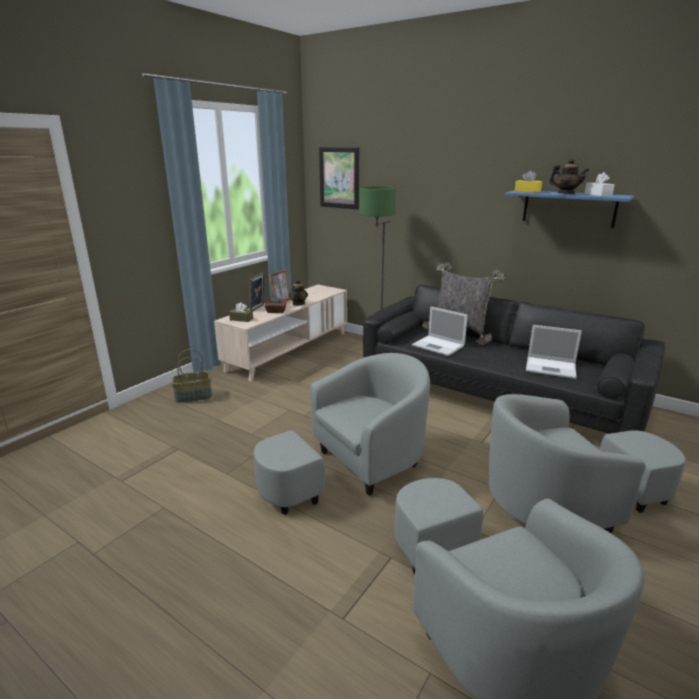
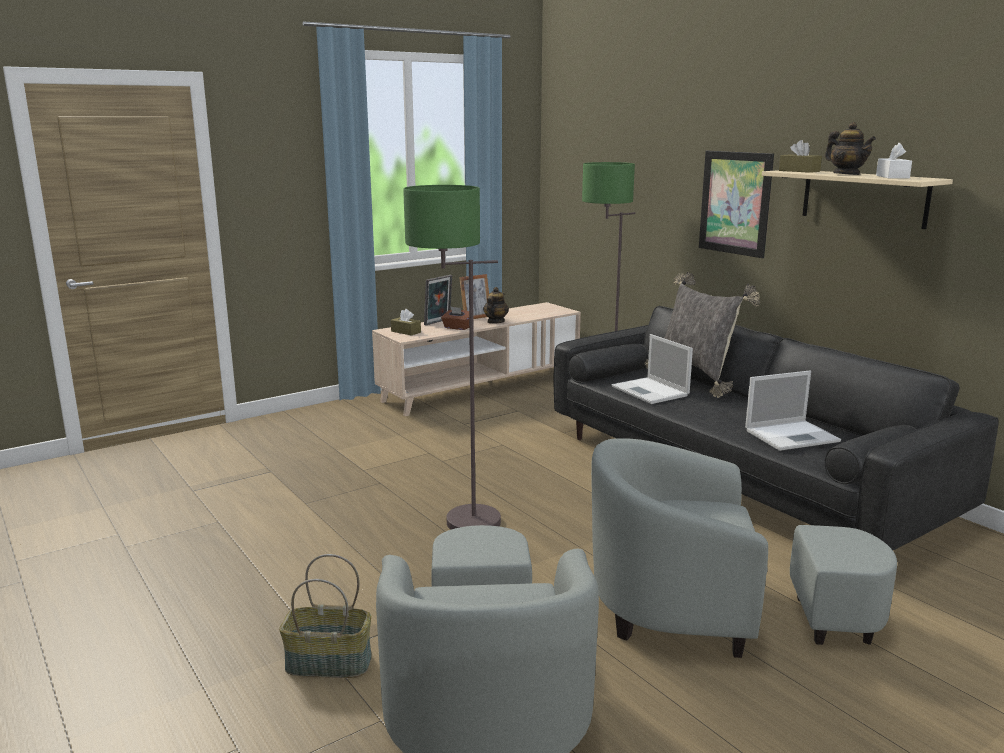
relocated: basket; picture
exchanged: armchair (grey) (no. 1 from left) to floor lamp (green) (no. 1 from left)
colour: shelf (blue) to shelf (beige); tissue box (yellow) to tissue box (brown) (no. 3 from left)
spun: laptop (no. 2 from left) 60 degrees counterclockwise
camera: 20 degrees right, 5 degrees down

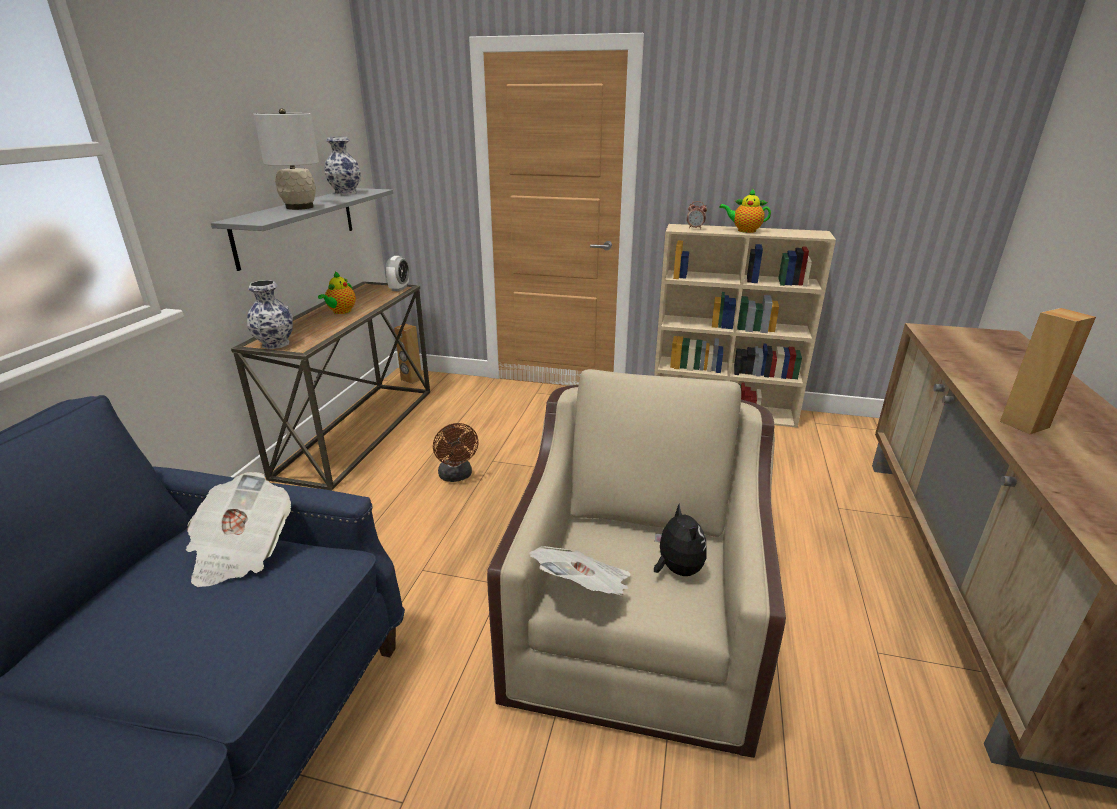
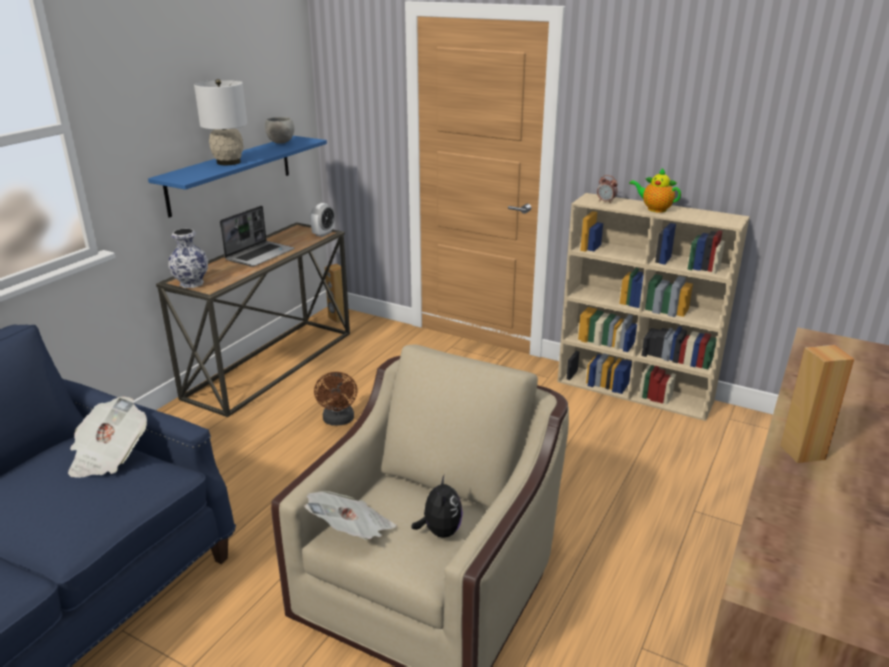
exchanged: teapot (no. 1 from left) to laptop; vase (no. 2 from left) to bowl (grey)
colour: shelf (grey) to shelf (blue)
camera: 15 degrees right, 0 degrees up

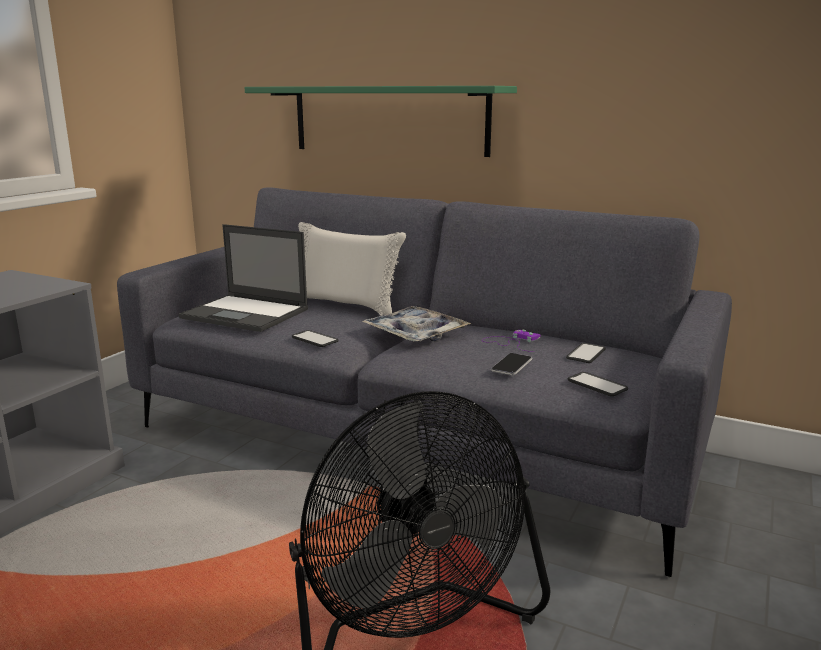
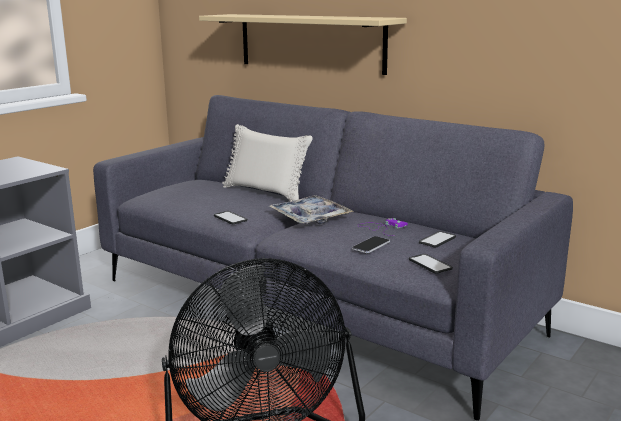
missing: laptop
colour: shelf (green) to shelf (beige)
camera: 10 degrees right, 0 degrees up

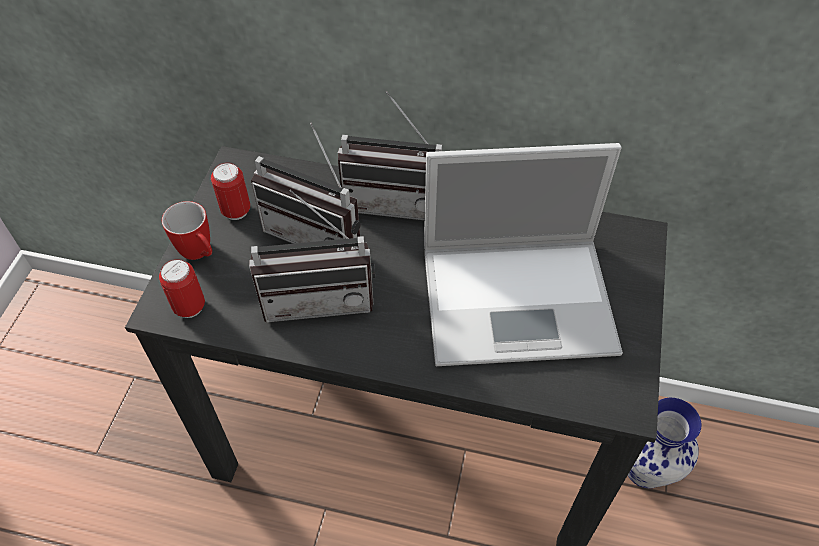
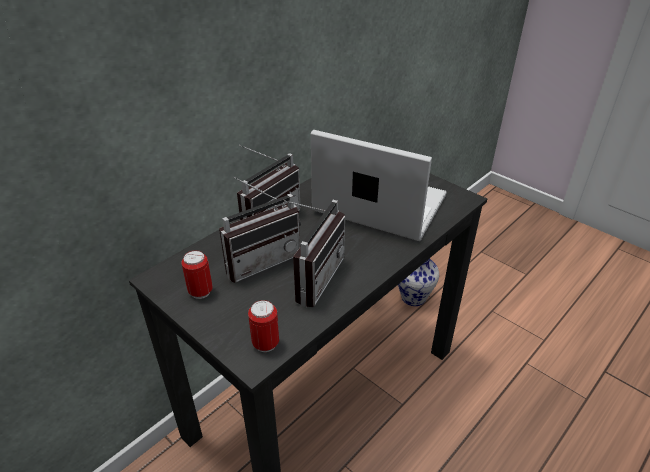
missing: mug
spun: laptop 90 degrees counterclockwise
camera: 60 degrees left, 15 degrees down

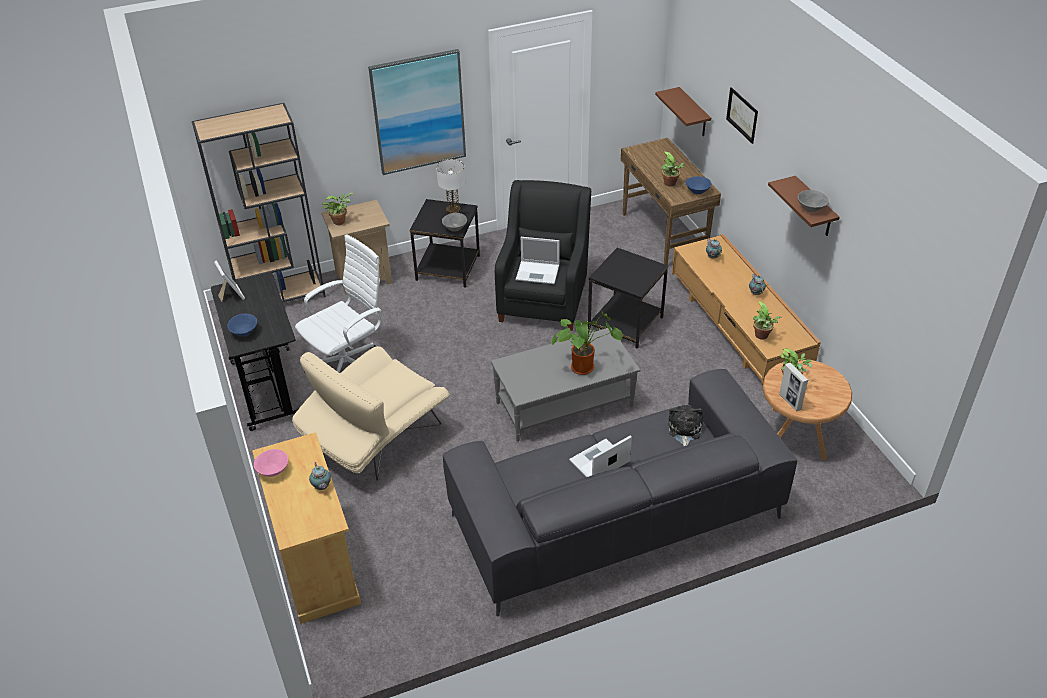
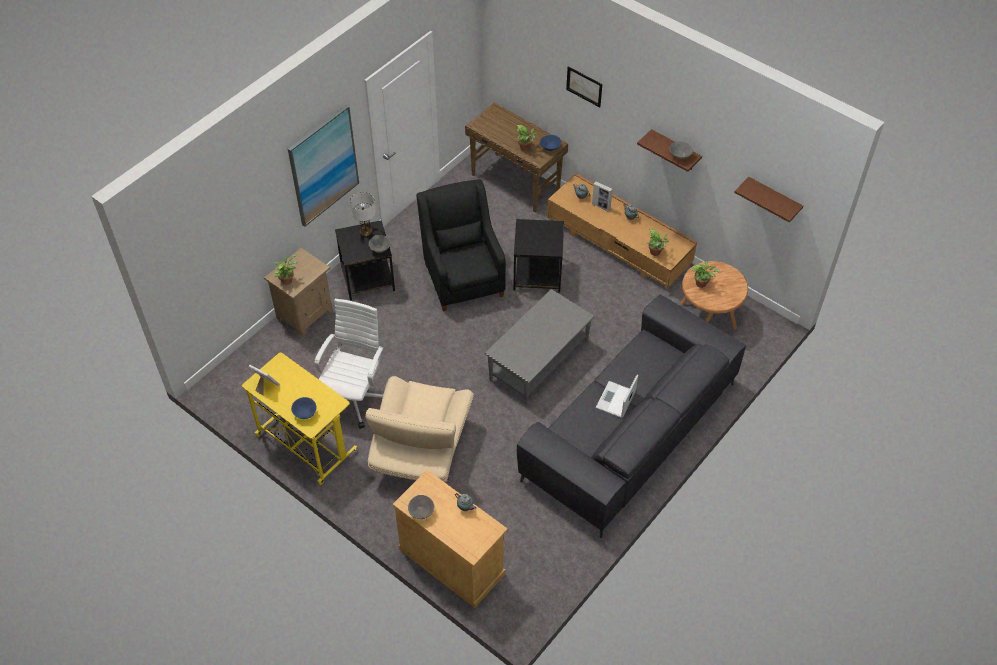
missing: bookcase; laptop (no. 1 from left); potted plant (no. 2 from left); plush toy
relocated: picture frame (no. 2 from left); shelf (brown) (no. 1 from left in the first image) to shelf (brown) (no. 2 from left)
colour: desk (black) to desk (yellow); bowl (pink) to bowl (grey) (no. 2 from left)
camera: 30 degrees left, 10 degrees up

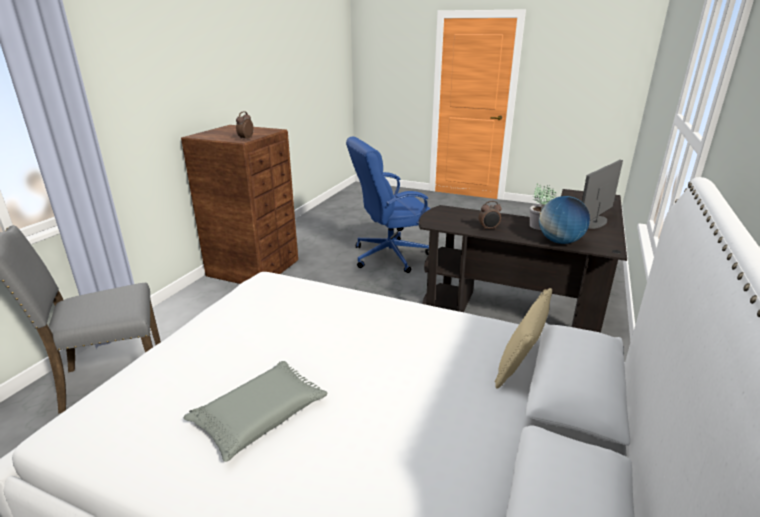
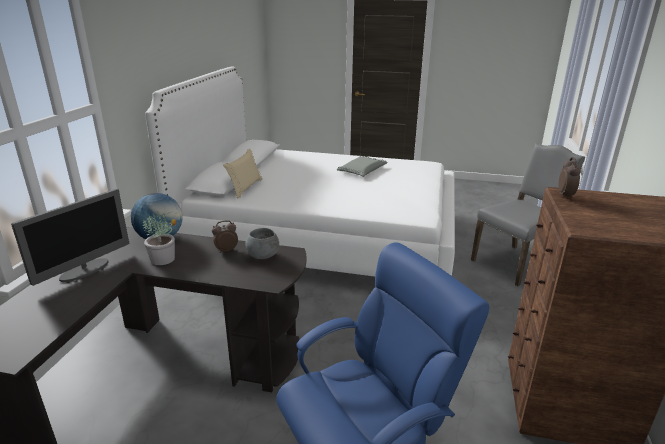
appeared: bowl (grey)
camera: 170 degrees right, 0 degrees up

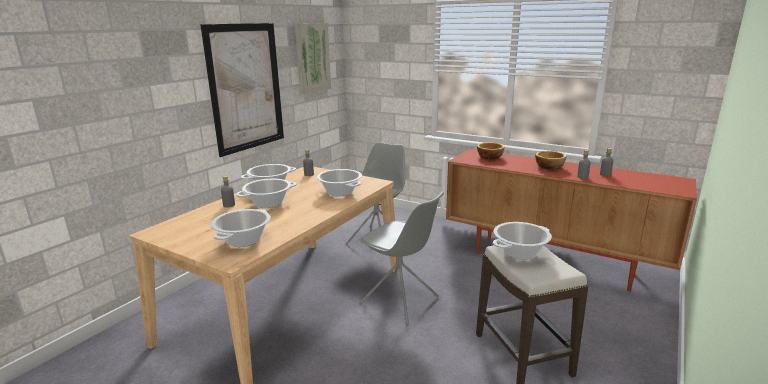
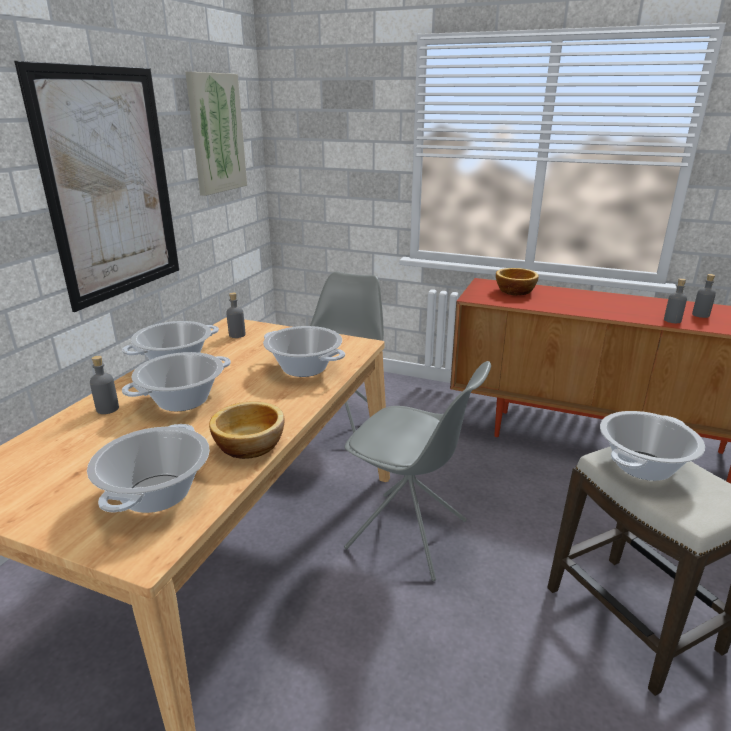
relocated: bowl (no. 2 from left in the first image) to bowl (no. 1 from left)
camera: 10 degrees left, 5 degrees up

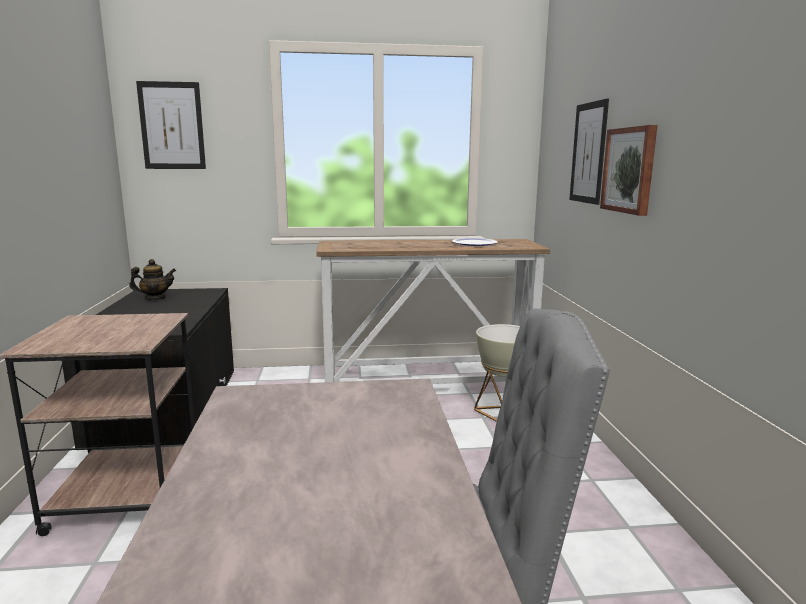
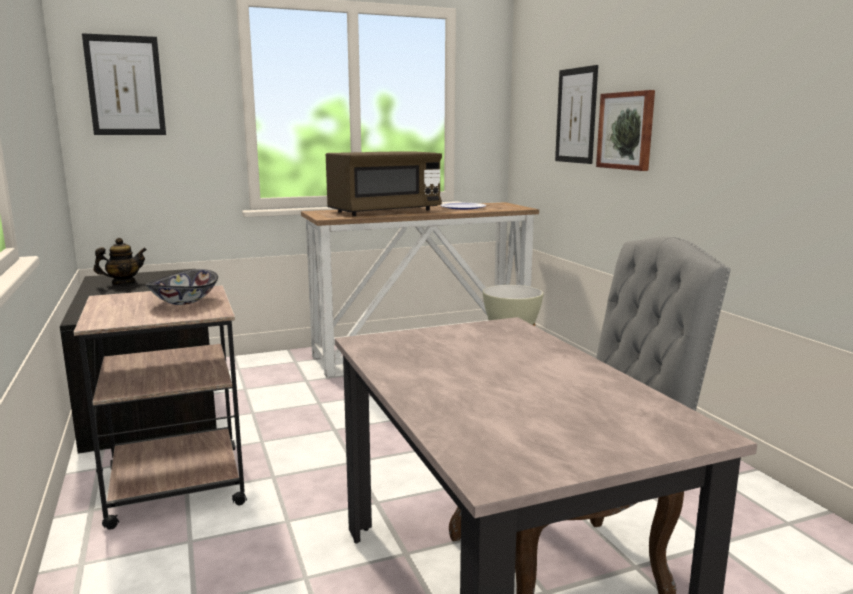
appeared: bowl; microwave (brown)
camera: 15 degrees left, 0 degrees up

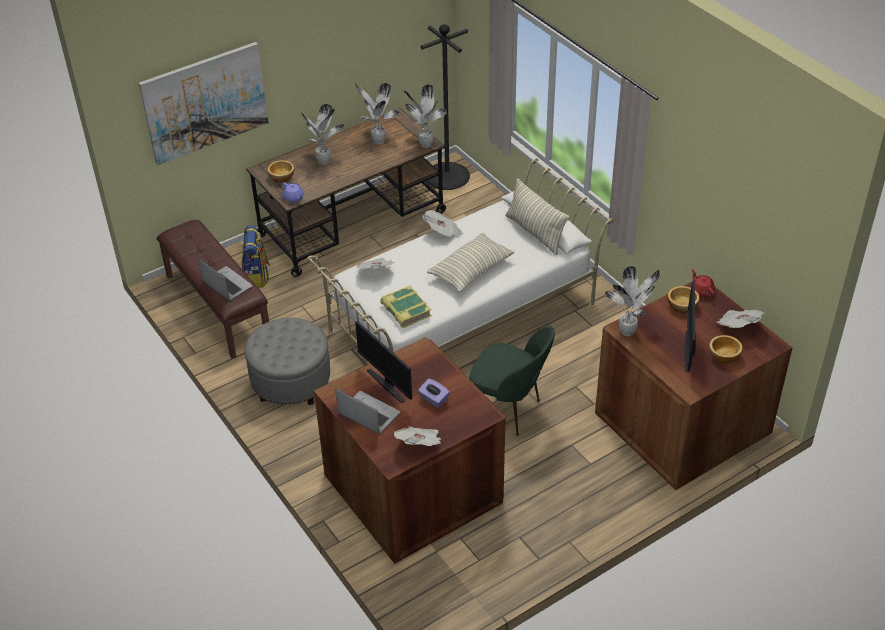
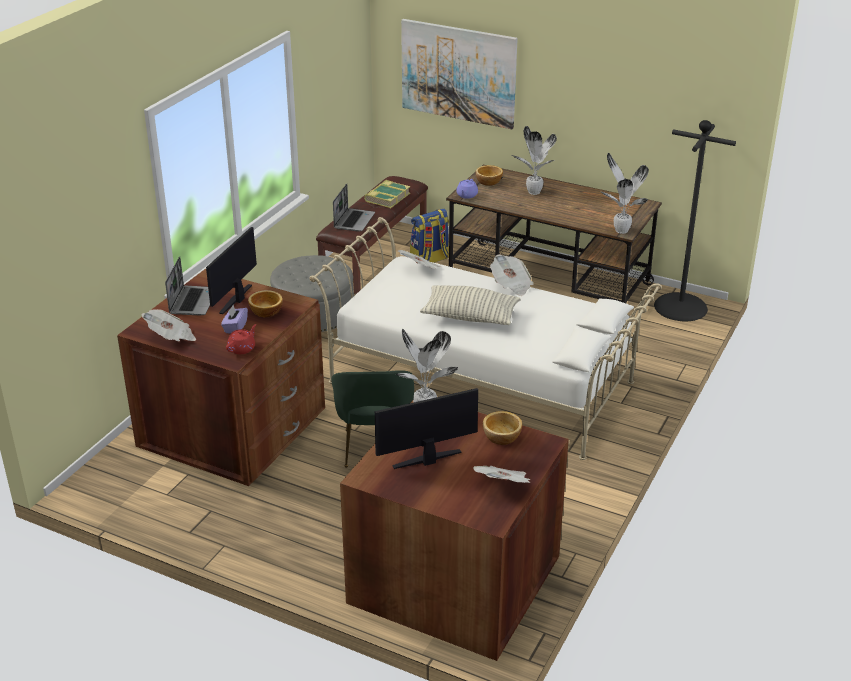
missing: potted plant (no. 2 from left); pillow (no. 2 from left)
relocated: teapot (red); bowl (no. 3 from left in the first image) to bowl (no. 1 from left); book
camera: 60 degrees right, 10 degrees down

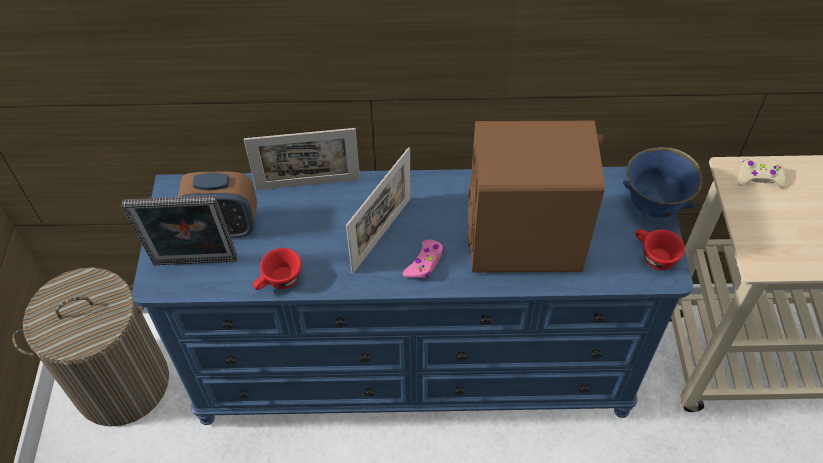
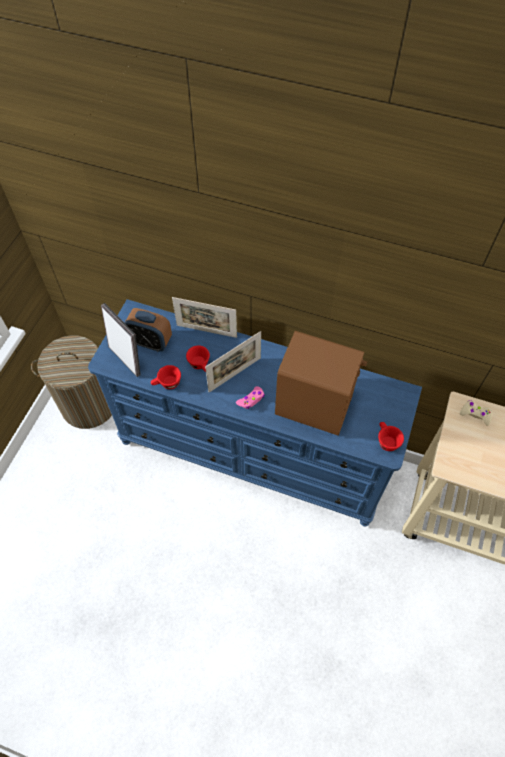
missing: bowl (blue)
appeared: cup (red) (no. 2 from left)
spun: picture frame (no. 1 from left) 150 degrees counterclockwise
camera: 20 degrees right, 5 degrees up

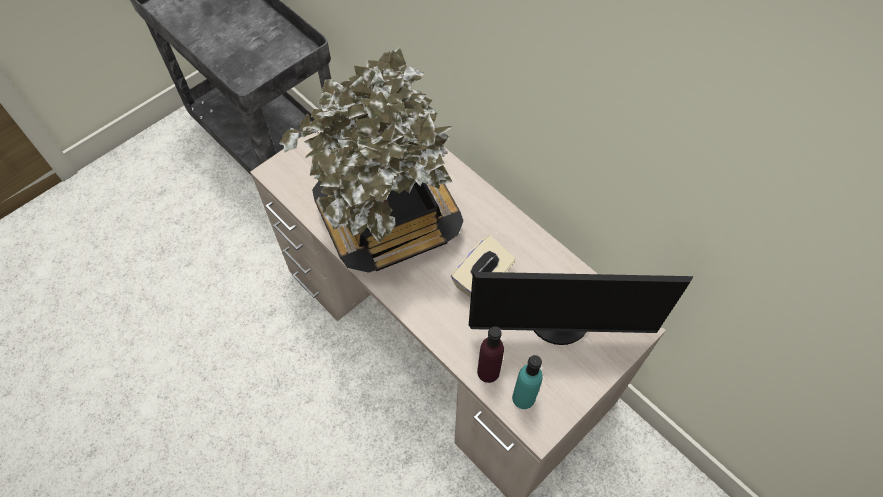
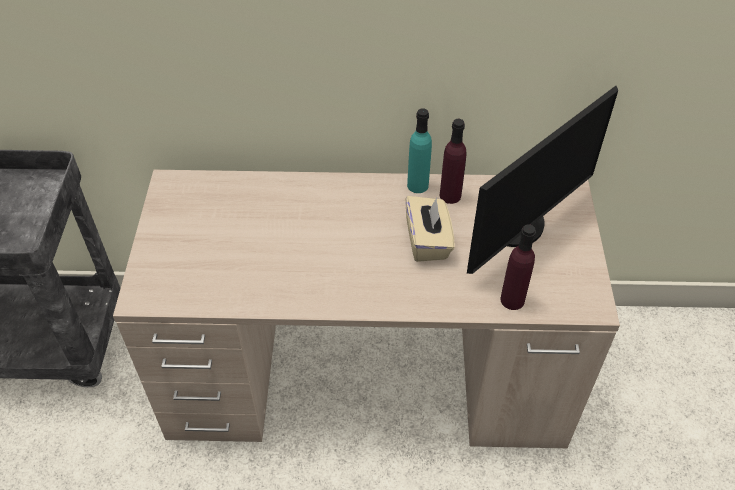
missing: potted plant
appeared: bottle (purple) (no. 1 from left)
relocated: bottle (turquoise)
camera: 45 degrees left, 10 degrees down

